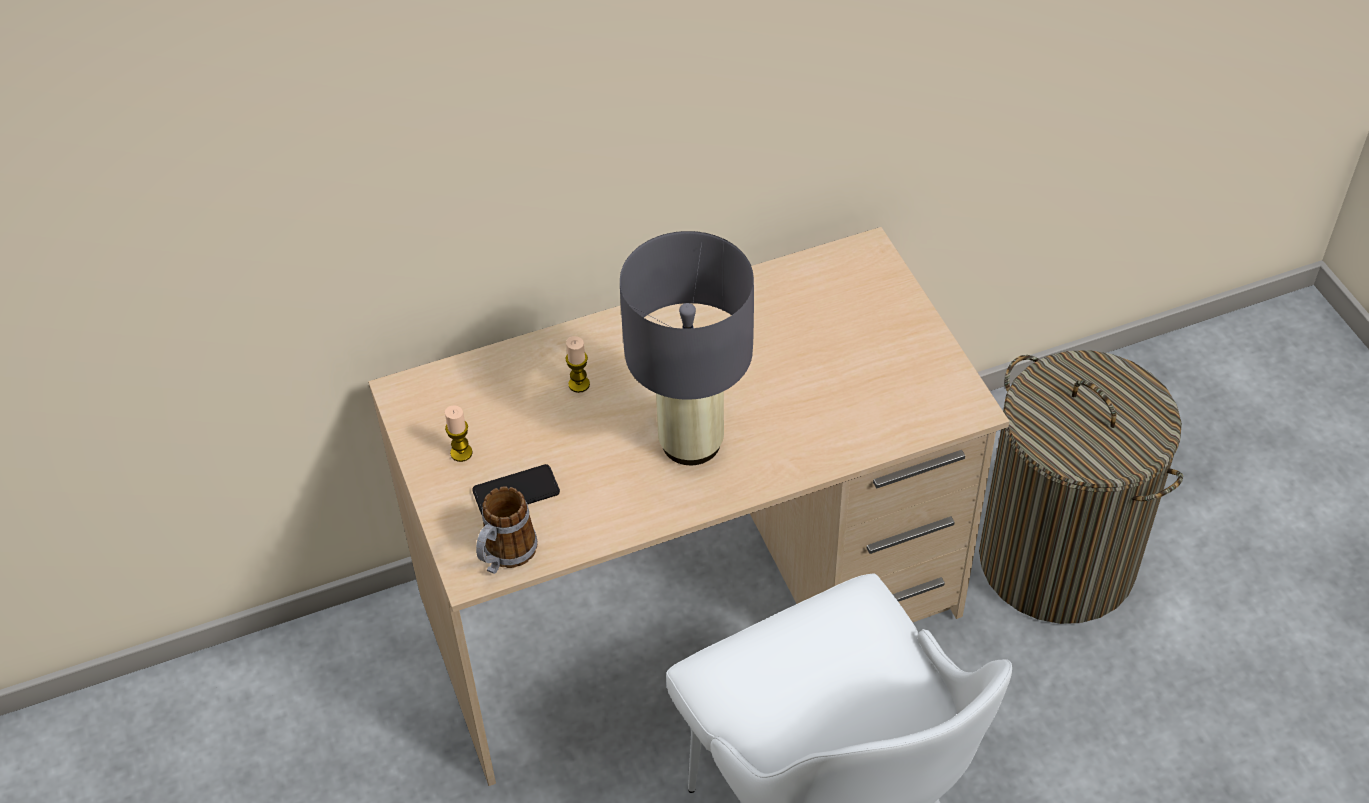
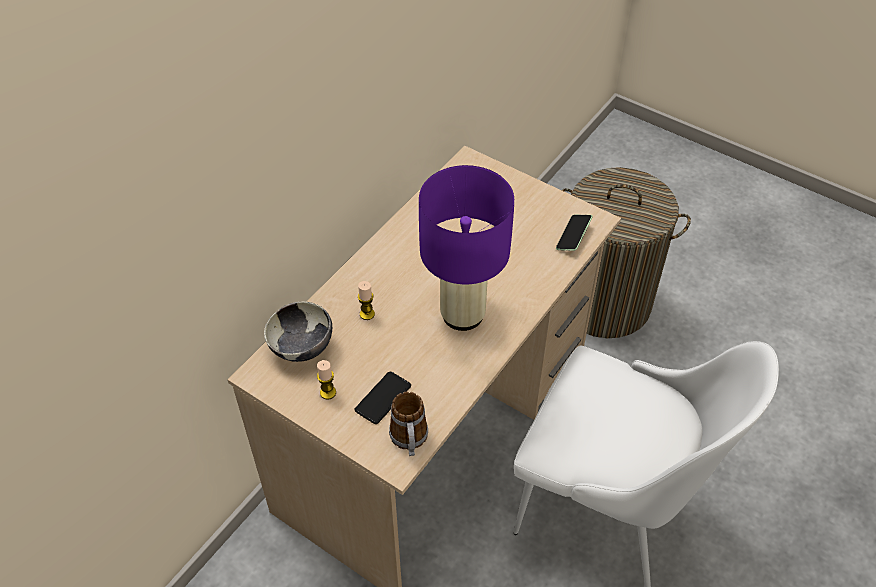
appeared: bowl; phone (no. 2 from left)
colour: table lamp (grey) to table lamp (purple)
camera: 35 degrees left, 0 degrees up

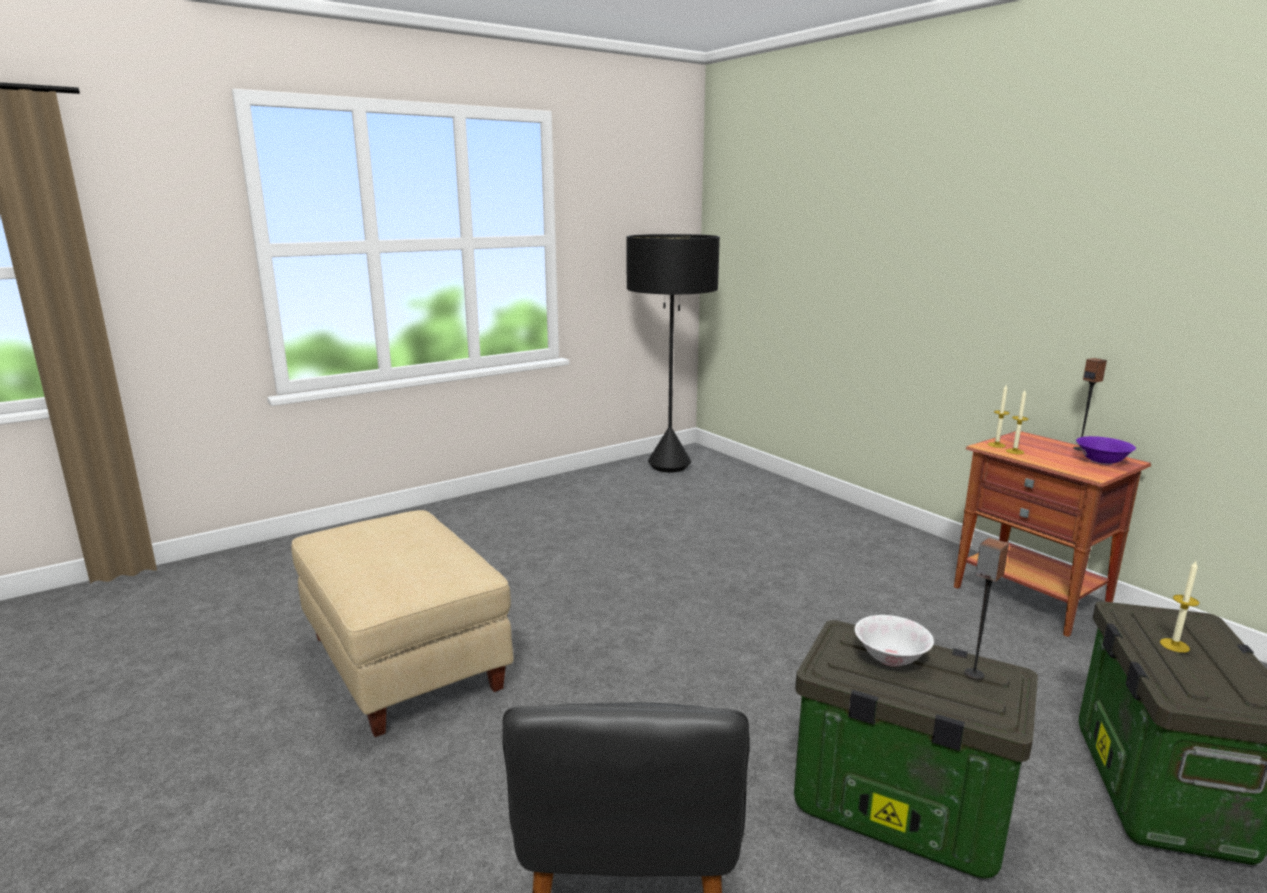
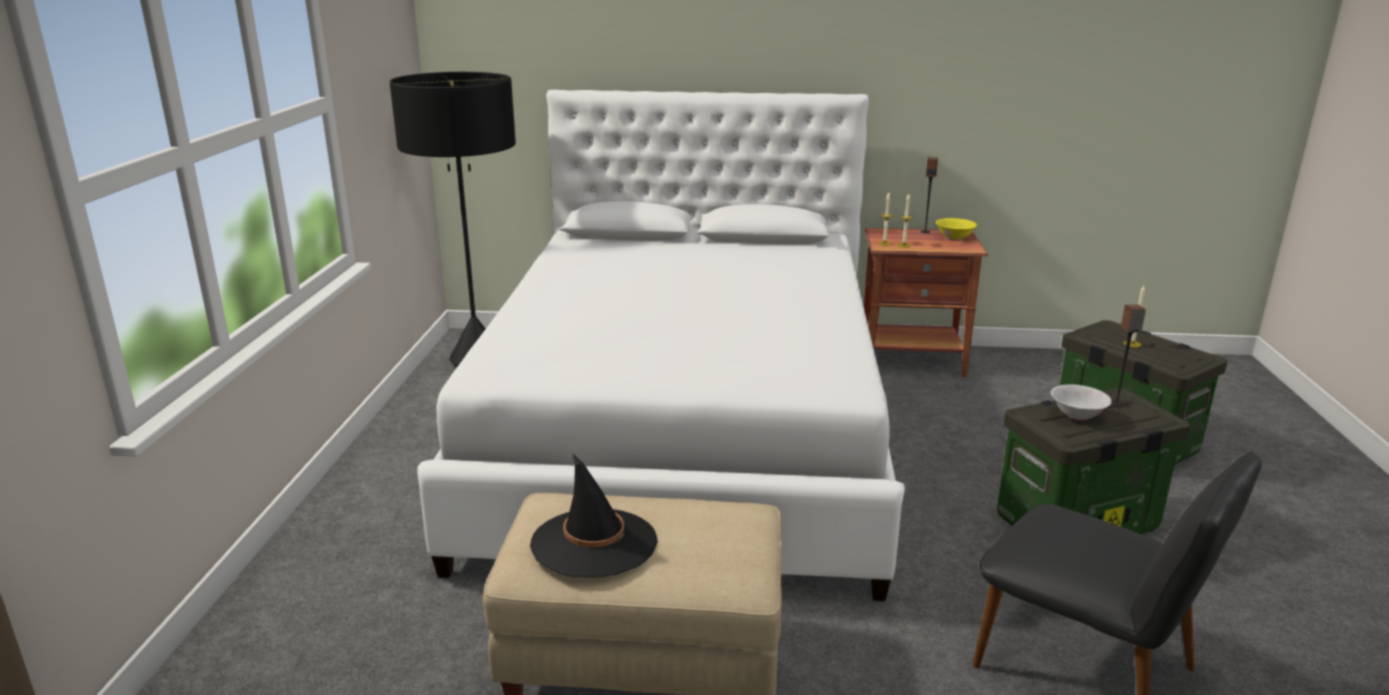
appeared: bed (white); hat (black)
colour: bowl (purple) to bowl (yellow)
camera: 50 degrees left, 5 degrees up

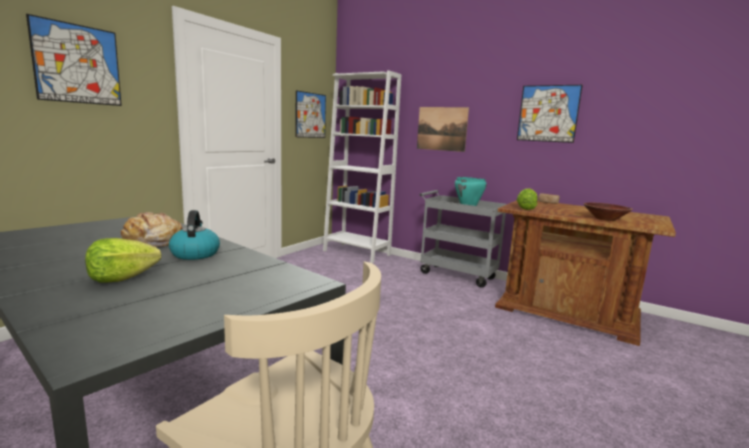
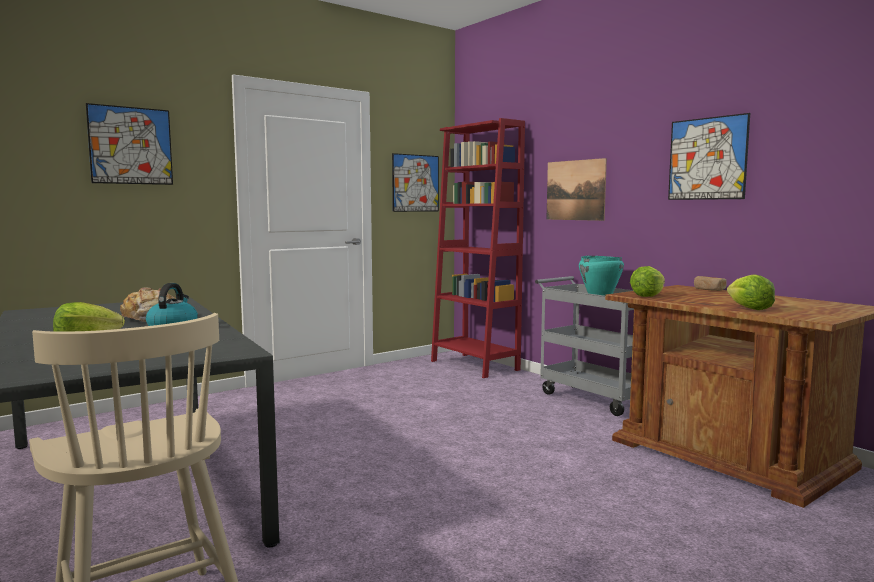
exchanged: bowl (brown) to lettuce (no. 3 from left)
colour: bookcase (white) to bookcase (red)
camera: 20 degrees right, 5 degrees down

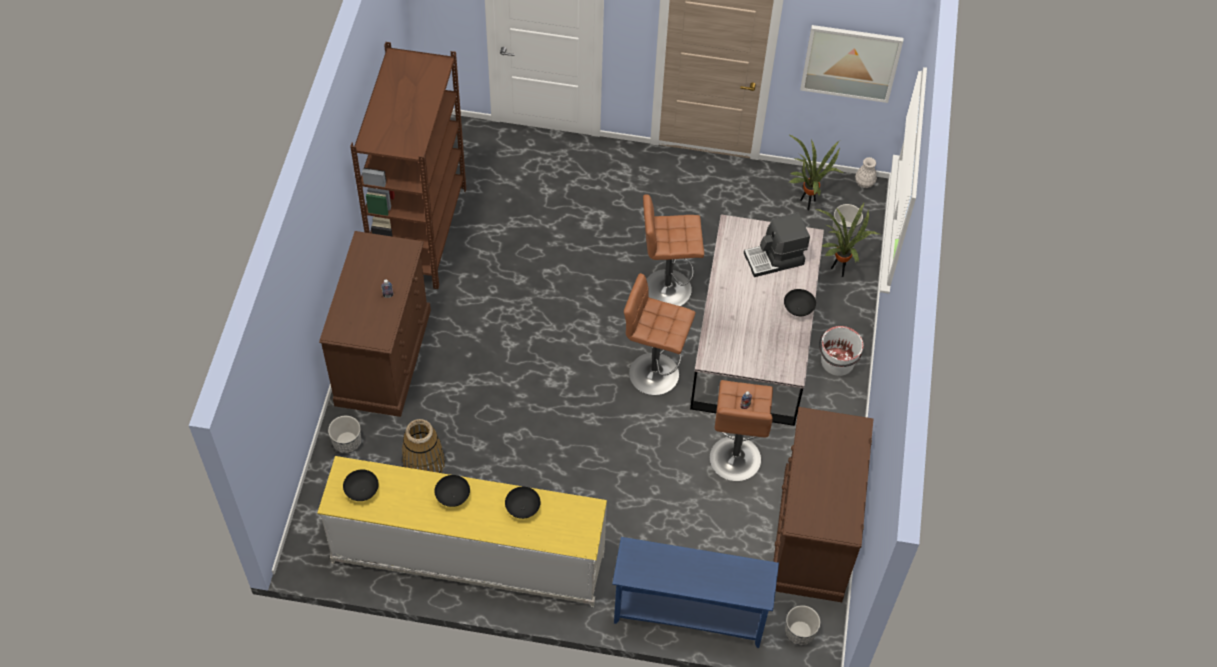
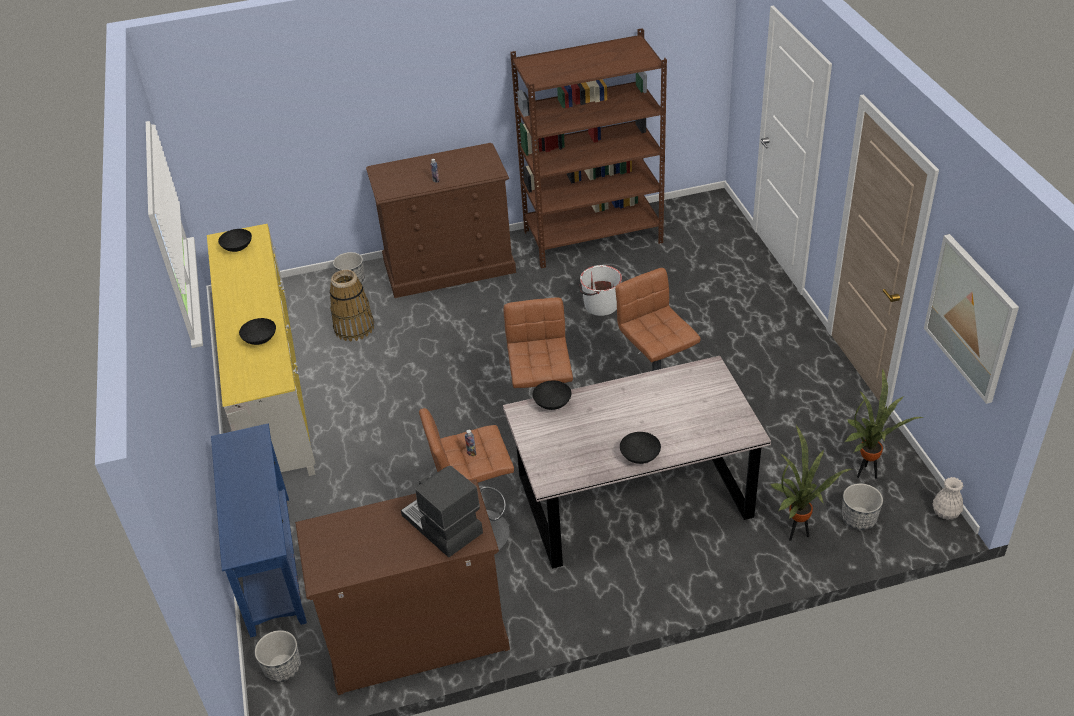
relocated: coffee machine; bowl (black) (no. 2 from left in the first image) to bowl (black) (no. 3 from left); bucket (white)
camera: 70 degrees right, 15 degrees down

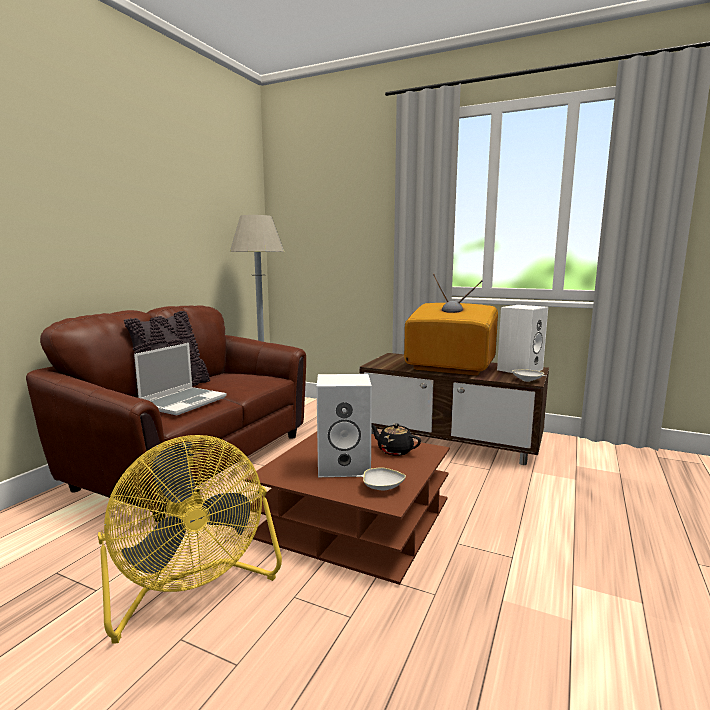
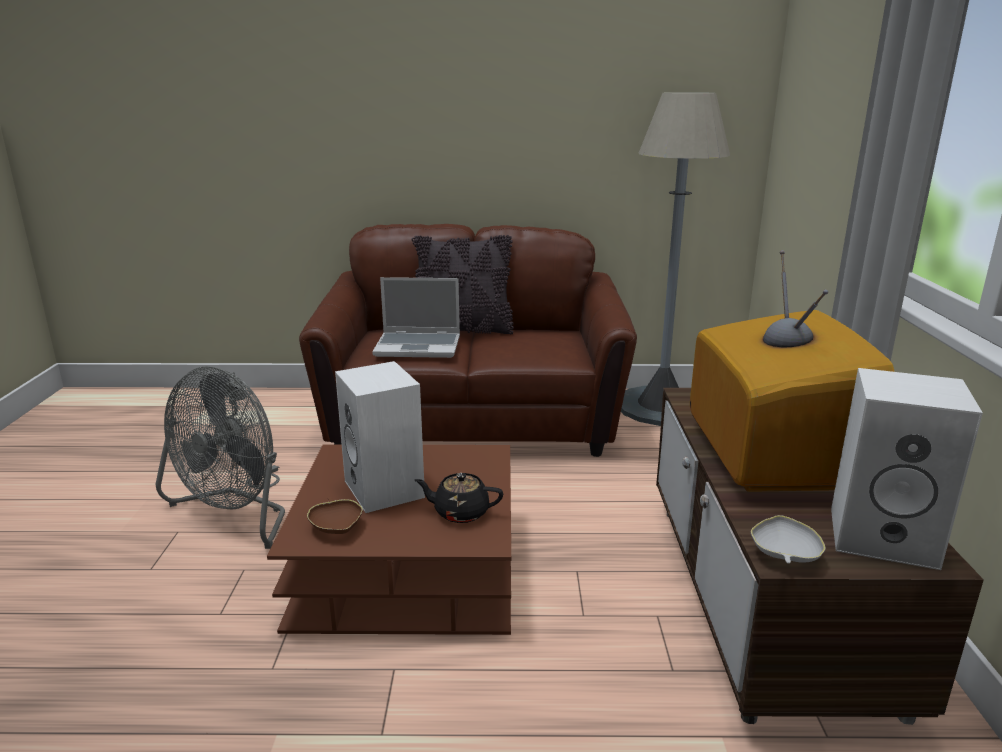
colour: fan (yellow) to fan (grey); bowl (white) (no. 1 from left) to bowl (brown)
spun: teapot (black) 90 degrees counterclockwise
camera: 65 degrees right, 10 degrees up

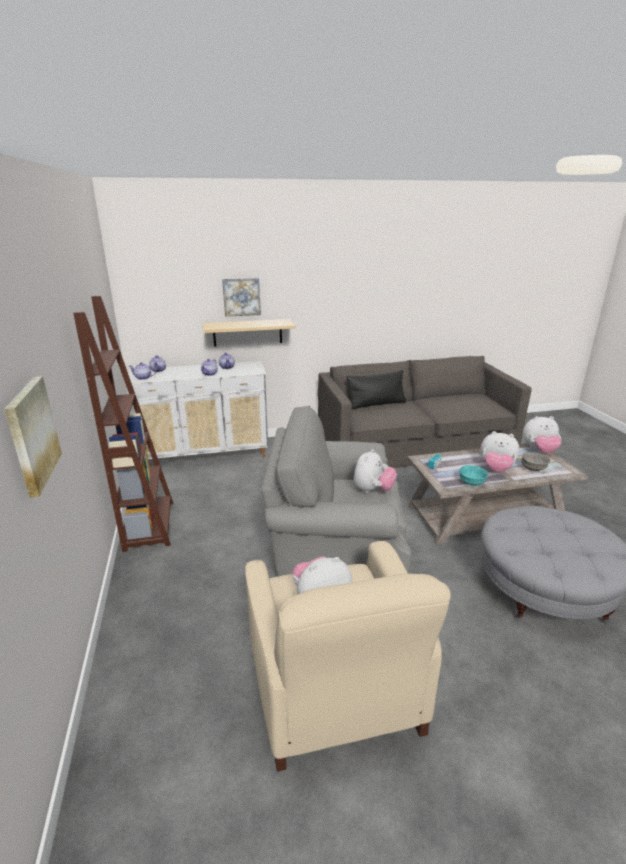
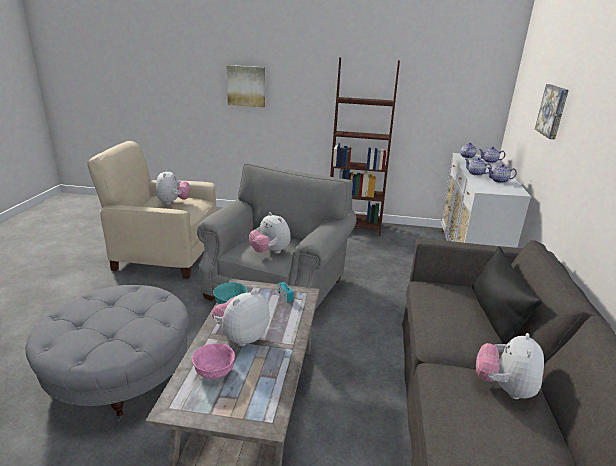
missing: shelf
relocated: plush toy (no. 4 from left)
colour: bowl (grey) to bowl (pink)
camera: 110 degrees right, 0 degrees up

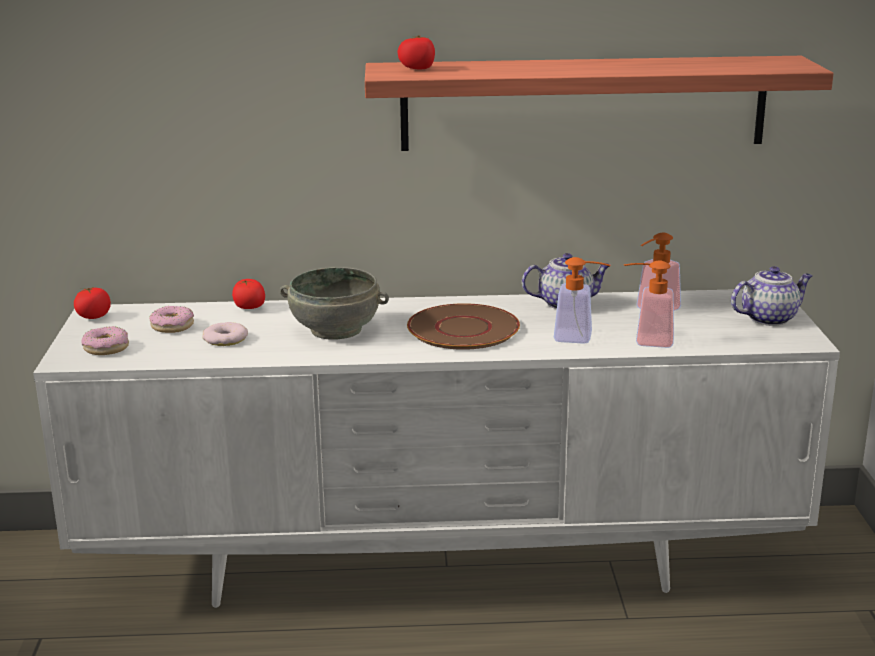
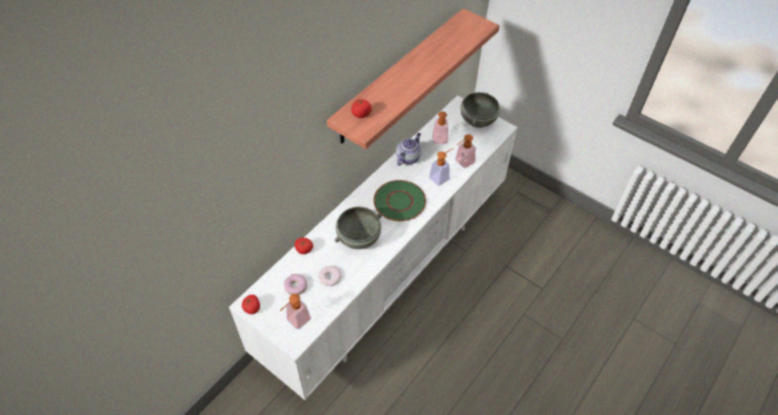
exchanged: donut (no. 1 from left) to soap dispenser (no. 1 from left); teapot (no. 2 from left) to bowl (grey) (no. 2 from left)
colour: plate (brown) to plate (green)
camera: 50 degrees left, 30 degrees up

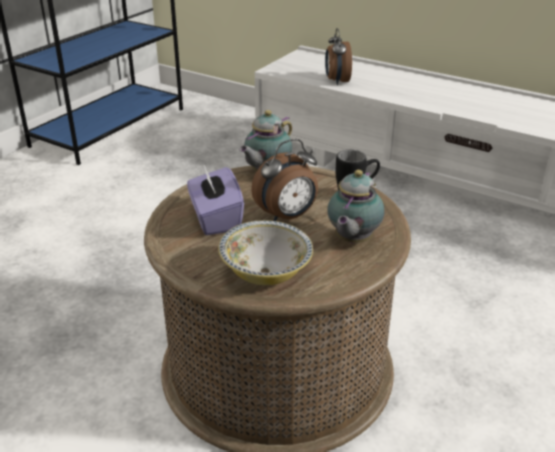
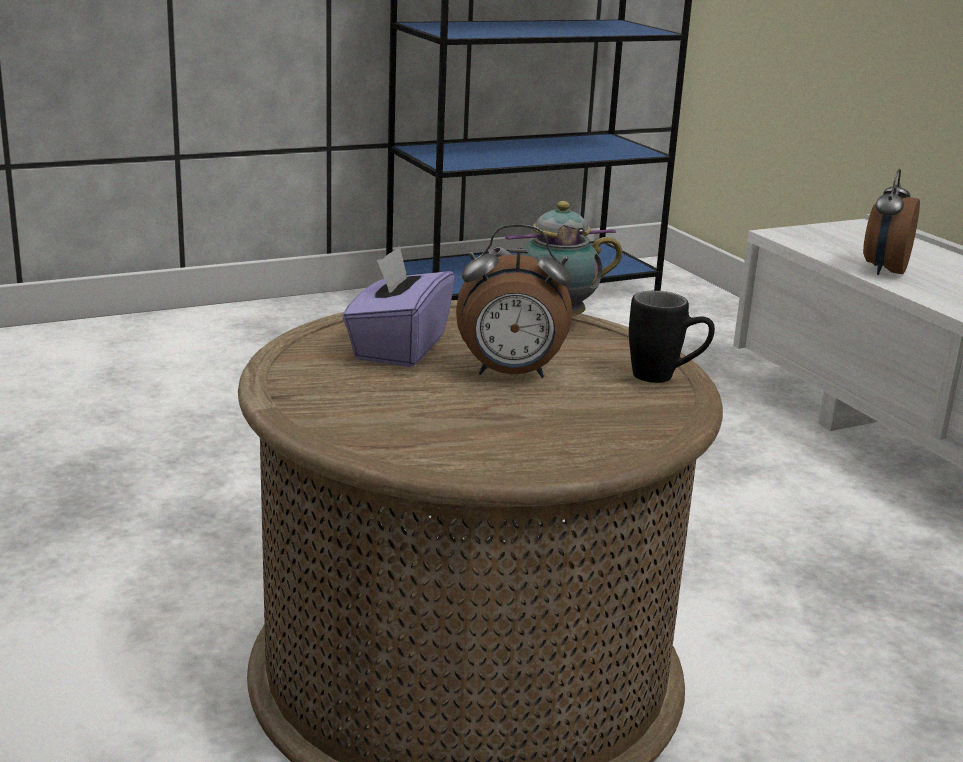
missing: bowl; teapot (no. 2 from left)
camera: 30 degrees right, 10 degrees down

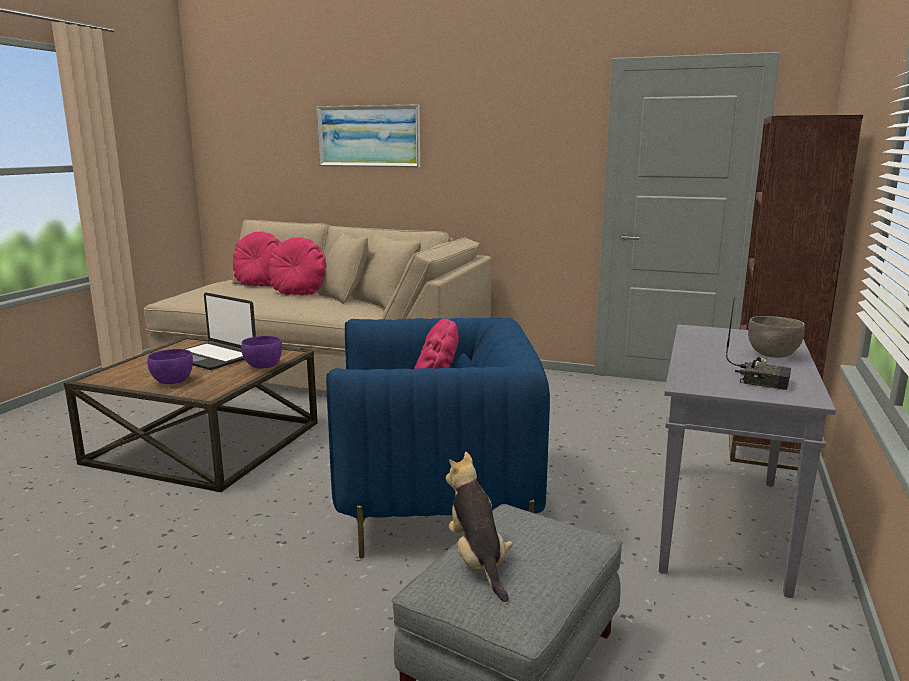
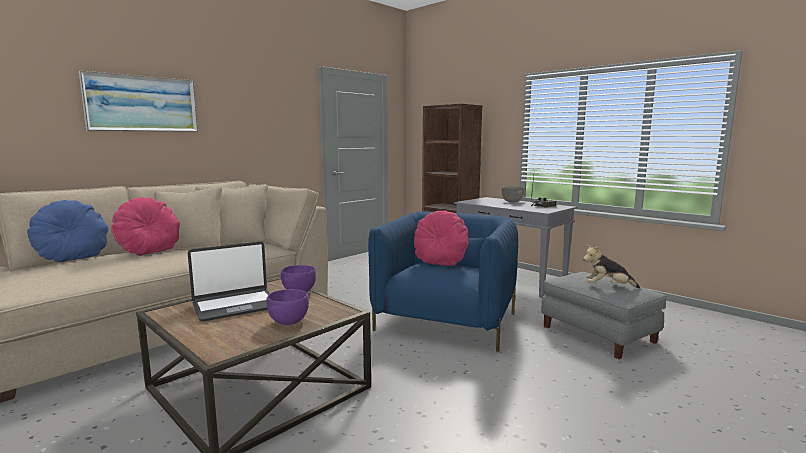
colour: pillow (pink) (no. 1 from left) to pillow (blue)
camera: 65 degrees left, 5 degrees down

